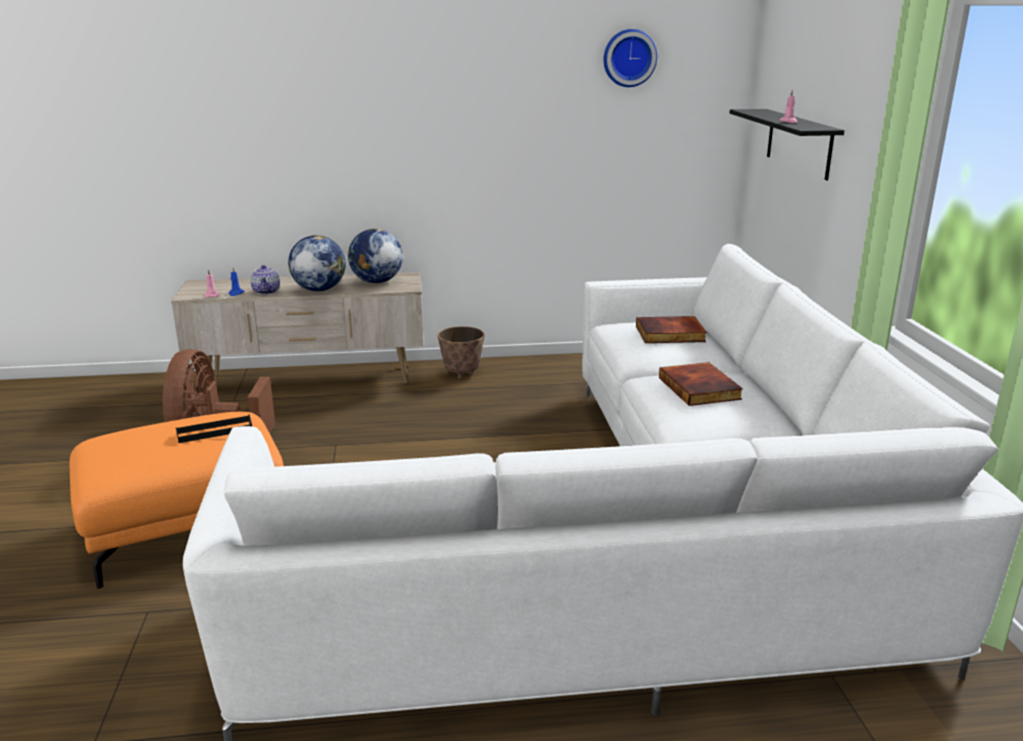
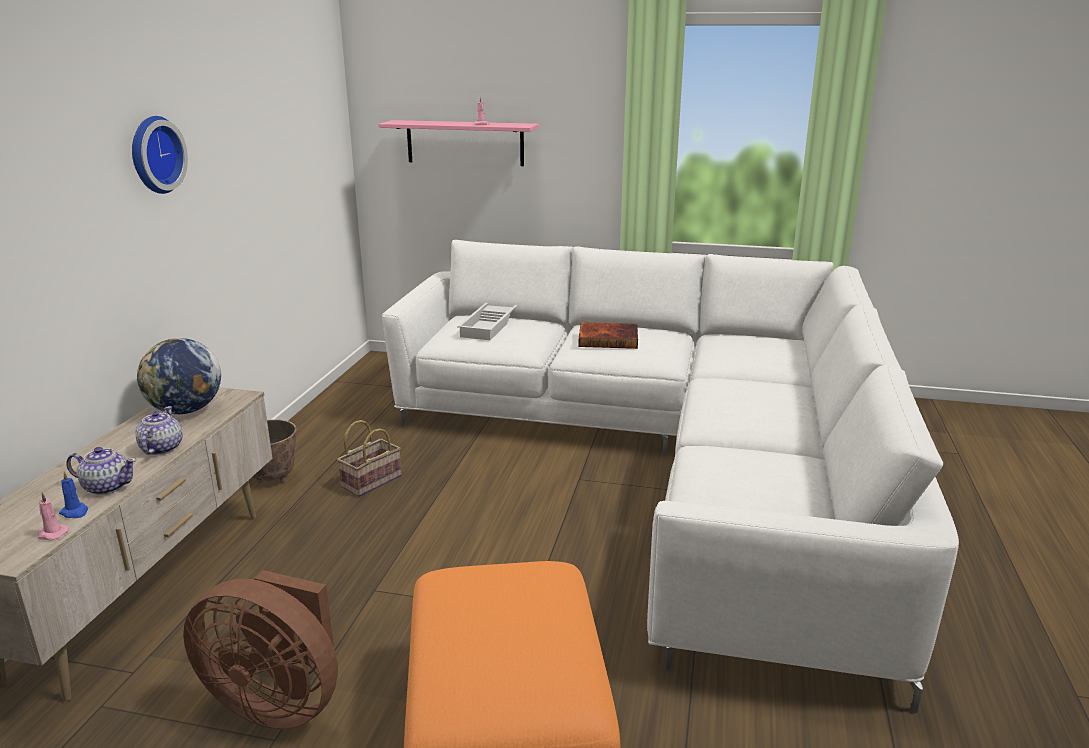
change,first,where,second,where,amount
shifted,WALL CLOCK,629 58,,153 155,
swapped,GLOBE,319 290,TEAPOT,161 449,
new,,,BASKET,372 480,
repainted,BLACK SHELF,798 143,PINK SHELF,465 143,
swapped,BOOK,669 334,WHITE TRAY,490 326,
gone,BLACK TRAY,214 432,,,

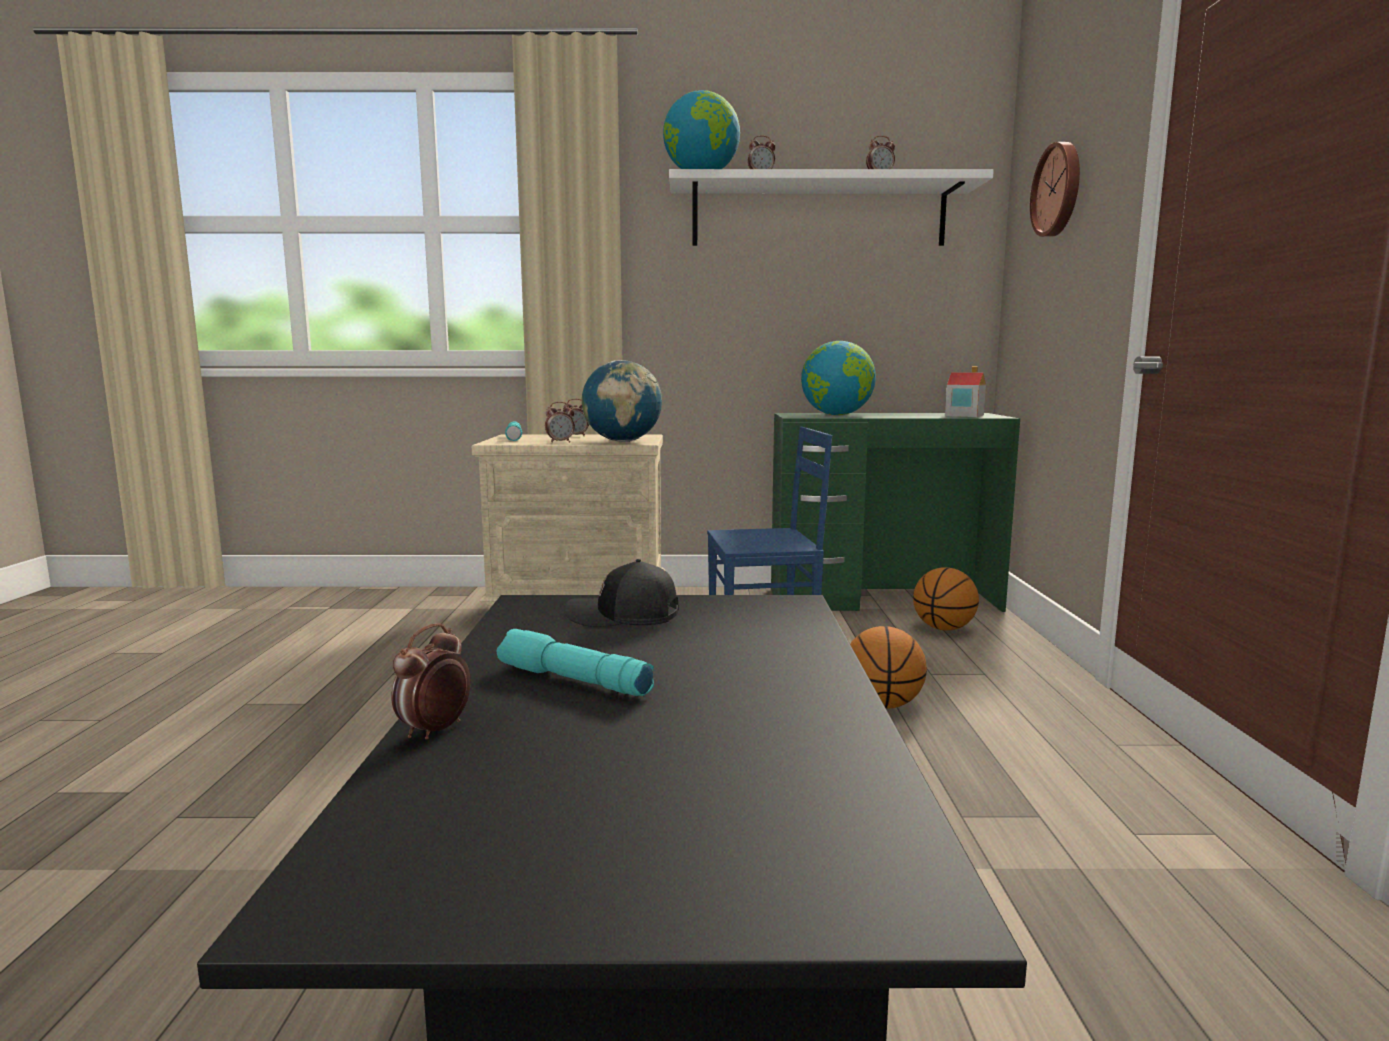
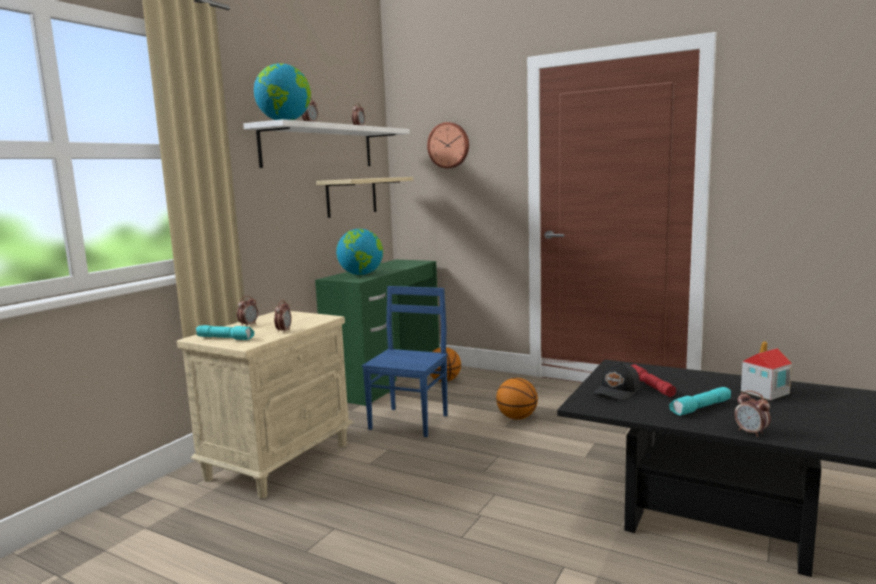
change,first,where,second,where,amount
new,,,BEIGE SHELF,351 197,
new,,,RED FLASHLIGHT,651 386,
shifted,TOY HOUSE,963 415,,764 392,
gone,GLOBE,622 441,,,

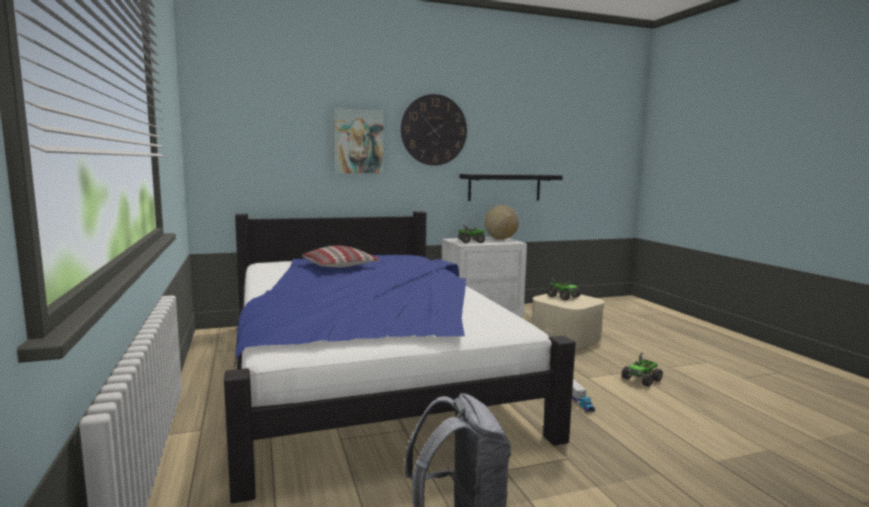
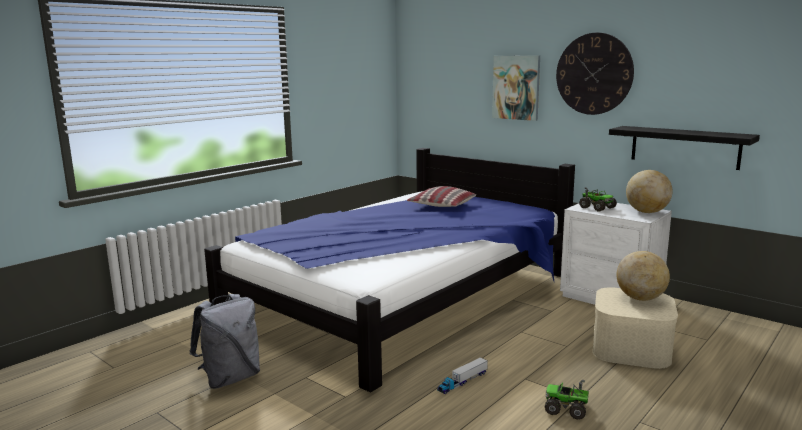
change,first,where,second,where,amount
swapped,TOY TRUCK,563 297,GLOBE,640 298,

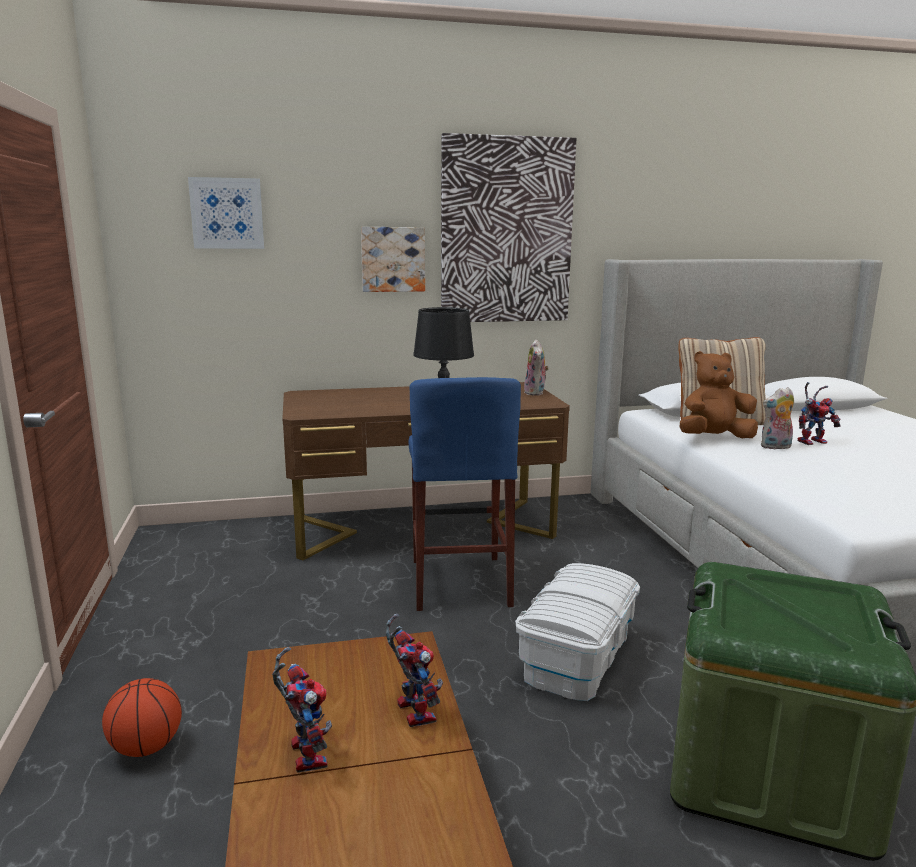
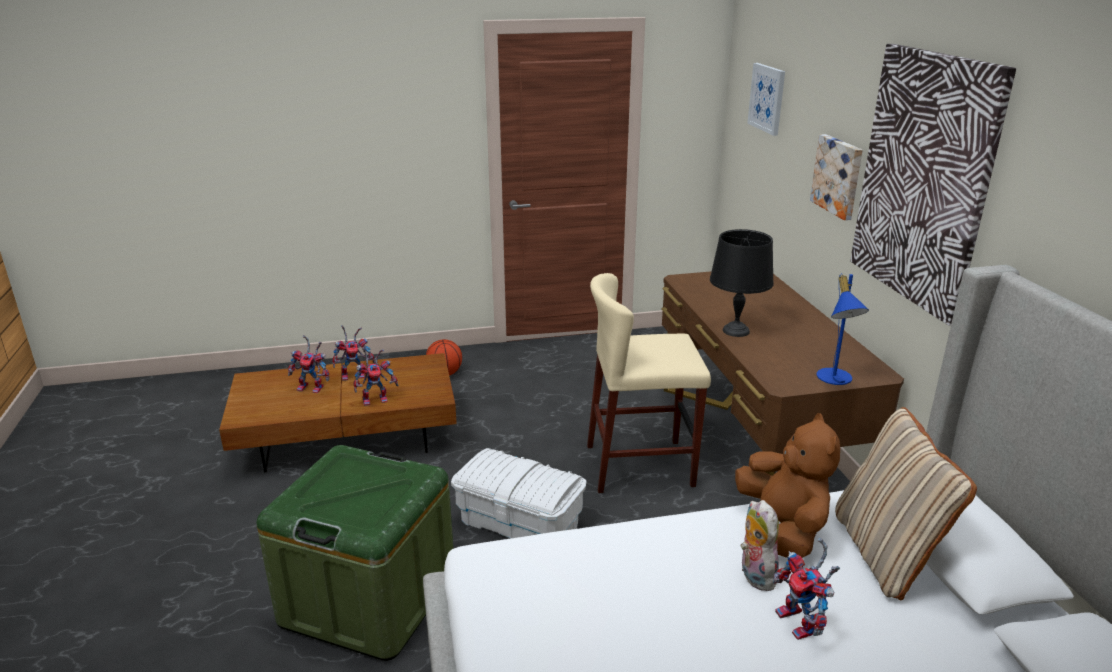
change,first,where,second,where,amount
new,,,TOY ROBOT,313 388,
repainted,BLUE STOOL,459 582,BEIGE STOOL,639 465,
swapped,PLUSH TOY,536 393,BLUE TABLE LAMP,835 380,

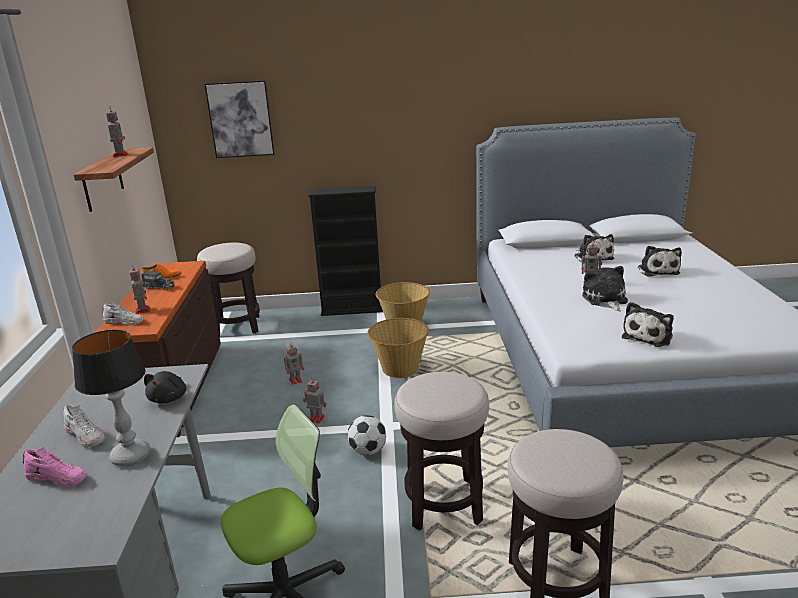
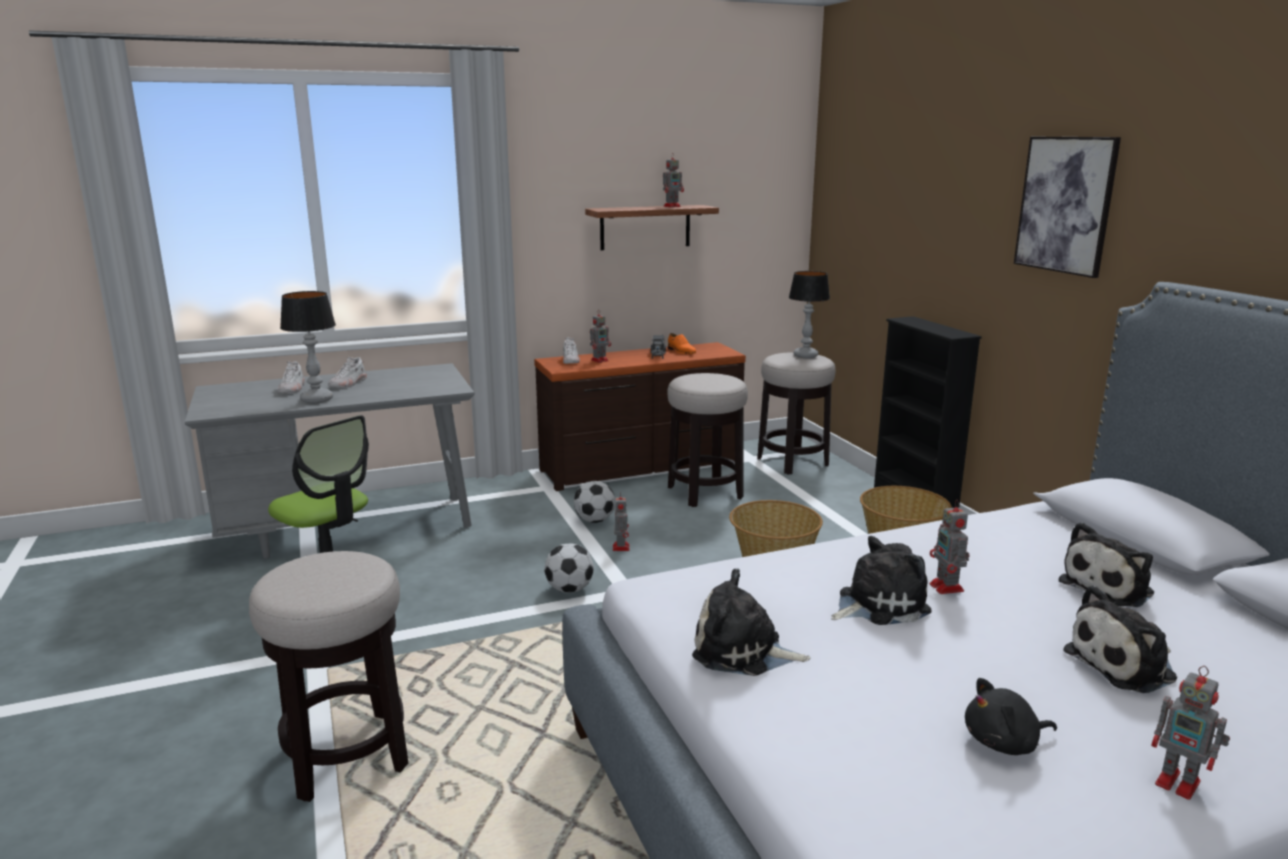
change,first,where,second,where,amount
repainted,PINK SHOE,58 478,WHITE SHOE,292 389,
new,,,FOOTBALL,594 520,
shifted,STOOL,444 504,,705 492,
new,,,TABLE LAMP,805 356,
shifted,BLACK PLUSH TOY,169 398,,1004 743,
shifted,PICTURE,240 119,,1065 205,
shifted,TOY ROBOT,296 380,,1180 784,

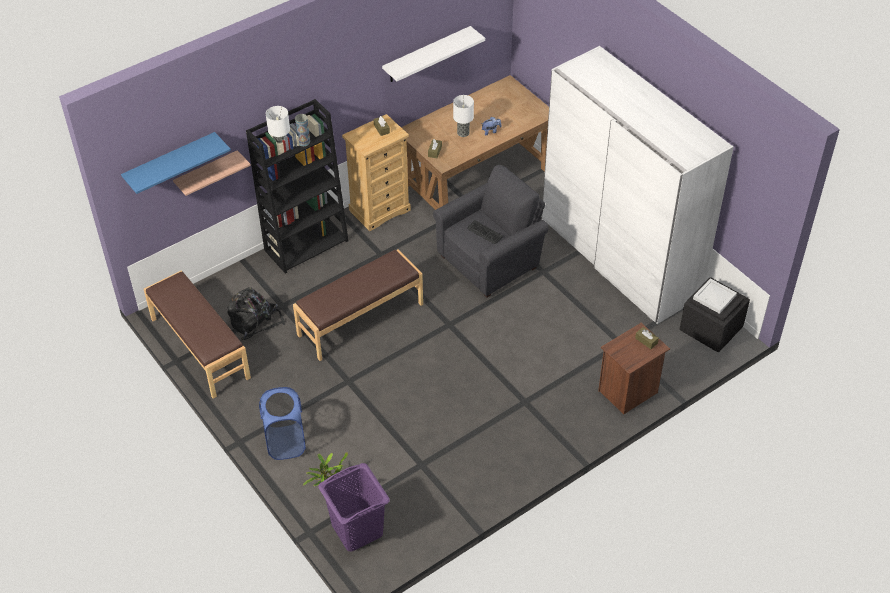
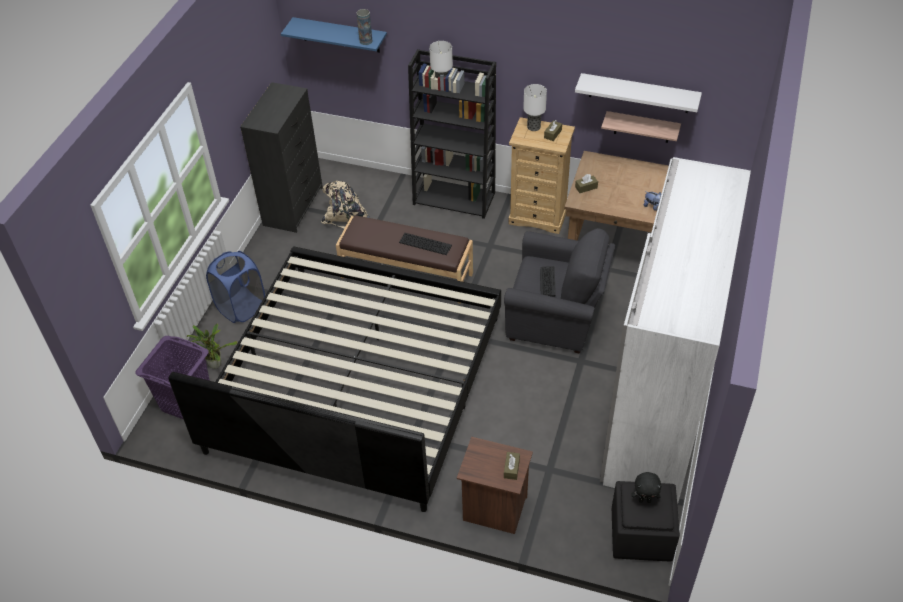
change,first,where,second,where,amount
new,,,BED,356 383,
swapped,BROWN BENCH,199 348,BLACK DRESSER,293 206,
repainted,BLACK BACKPACK,255 322,BEIGE BACKPACK,347 218,
shifted,VASE,303 142,,366 41,
new,,,KEYBOARD,425 244,
shifted,TABLE LAMP,463 133,,533 127,
shifted,SHELF,207 174,,642 127,
swapped,WHITE TRAY,714 296,BLACK PLUSH TOY,645 500,

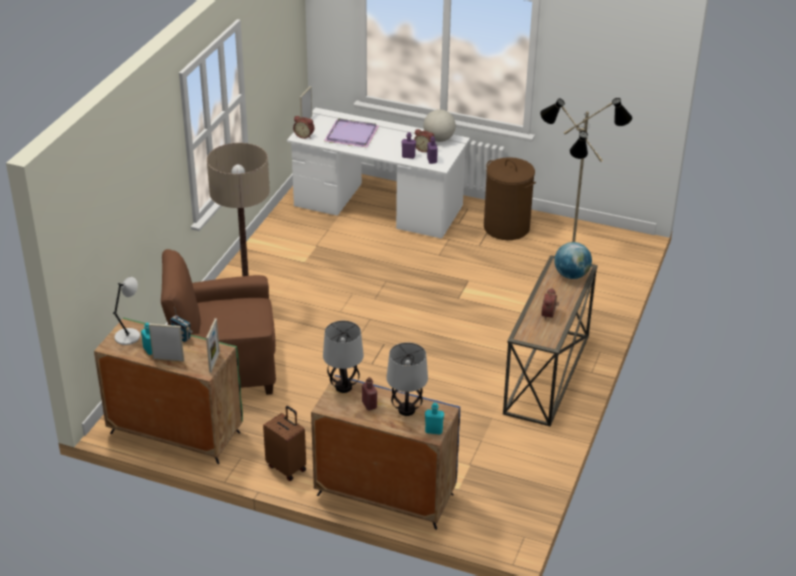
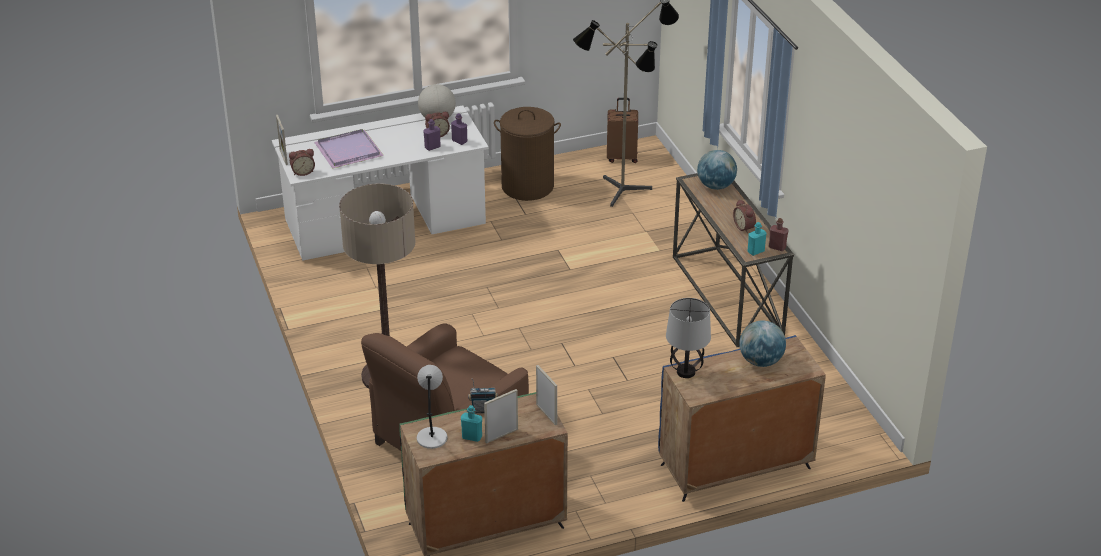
change,first,where,second,where,amount
shifted,BROWN SUITCASE,287 467,,622 157,
swapped,TABLE LAMP,406 410,GLOBE,760 361,
shifted,TURQUOISE BOTTLE,433 431,,755 251,
shifted,RED BOTTLE,369 405,,777 247,

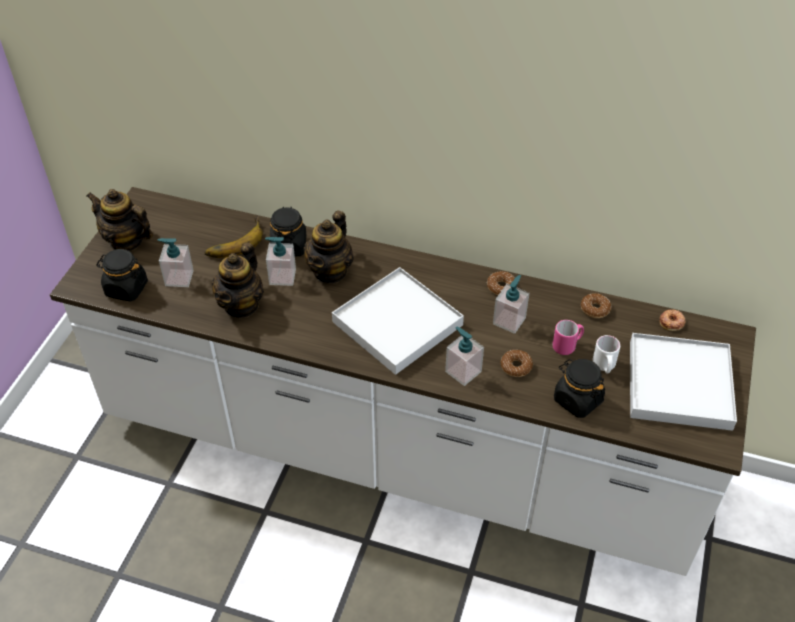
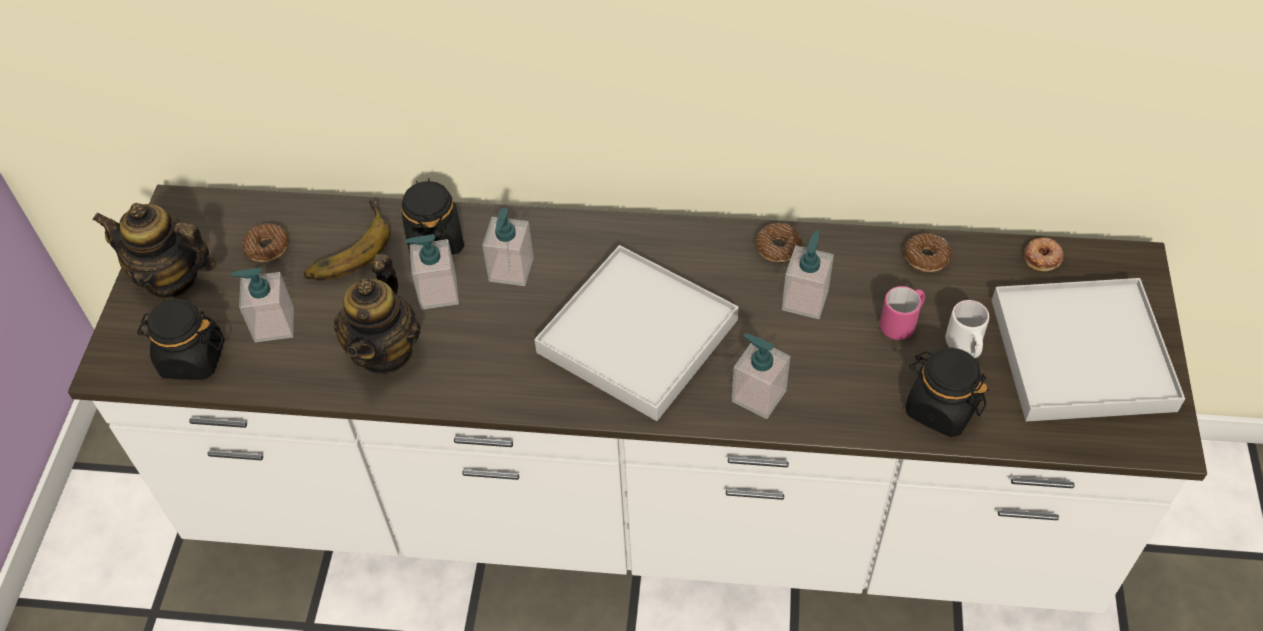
change,first,where,second,where,amount
shifted,DONUT,516 366,,267 247,
swapped,TEAPOT,330 271,SOAP DISPENSER,511 270,

